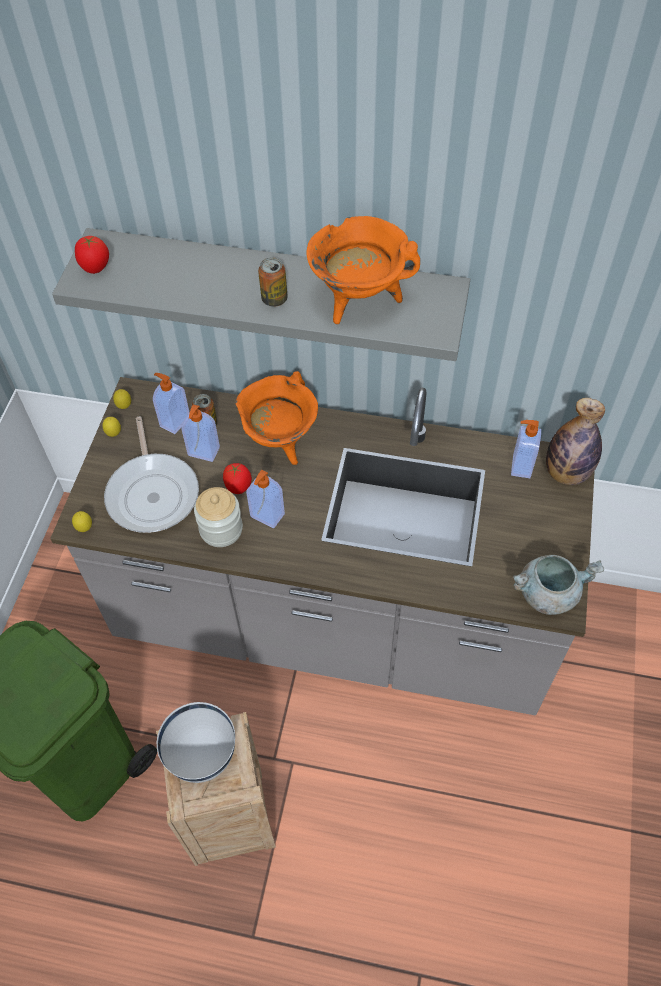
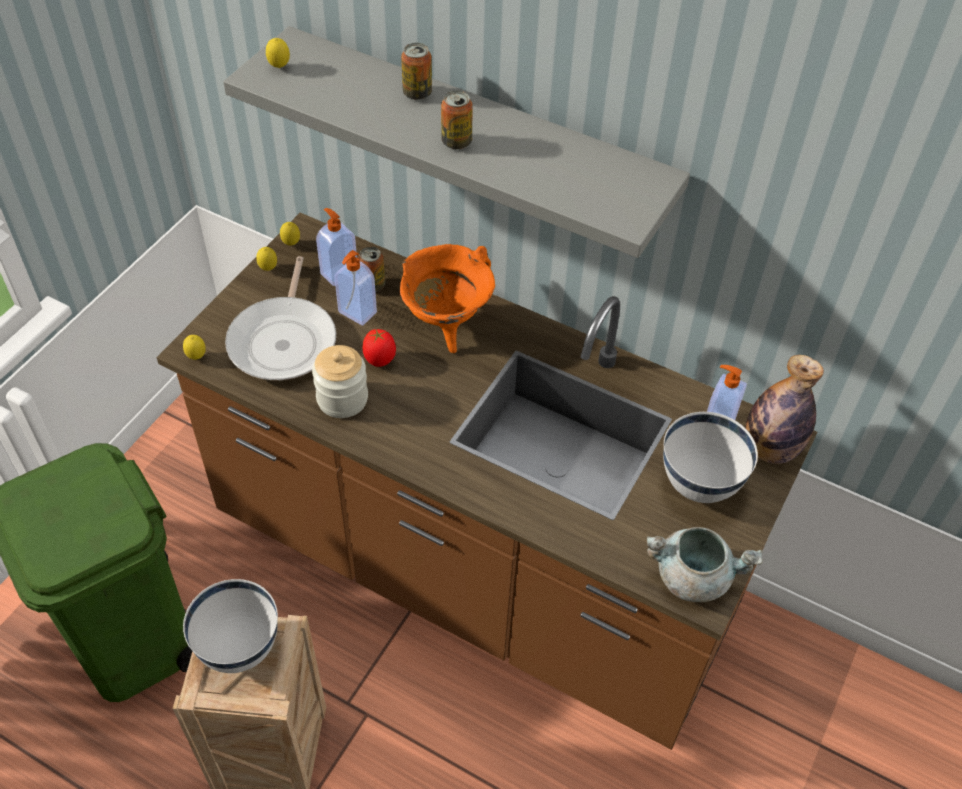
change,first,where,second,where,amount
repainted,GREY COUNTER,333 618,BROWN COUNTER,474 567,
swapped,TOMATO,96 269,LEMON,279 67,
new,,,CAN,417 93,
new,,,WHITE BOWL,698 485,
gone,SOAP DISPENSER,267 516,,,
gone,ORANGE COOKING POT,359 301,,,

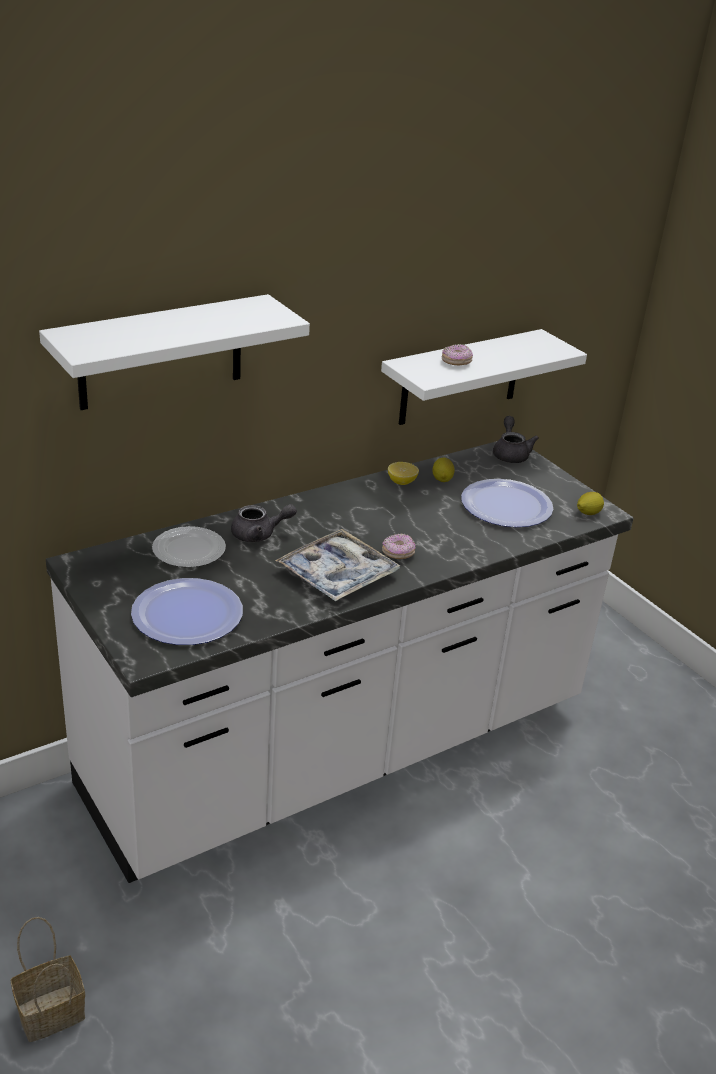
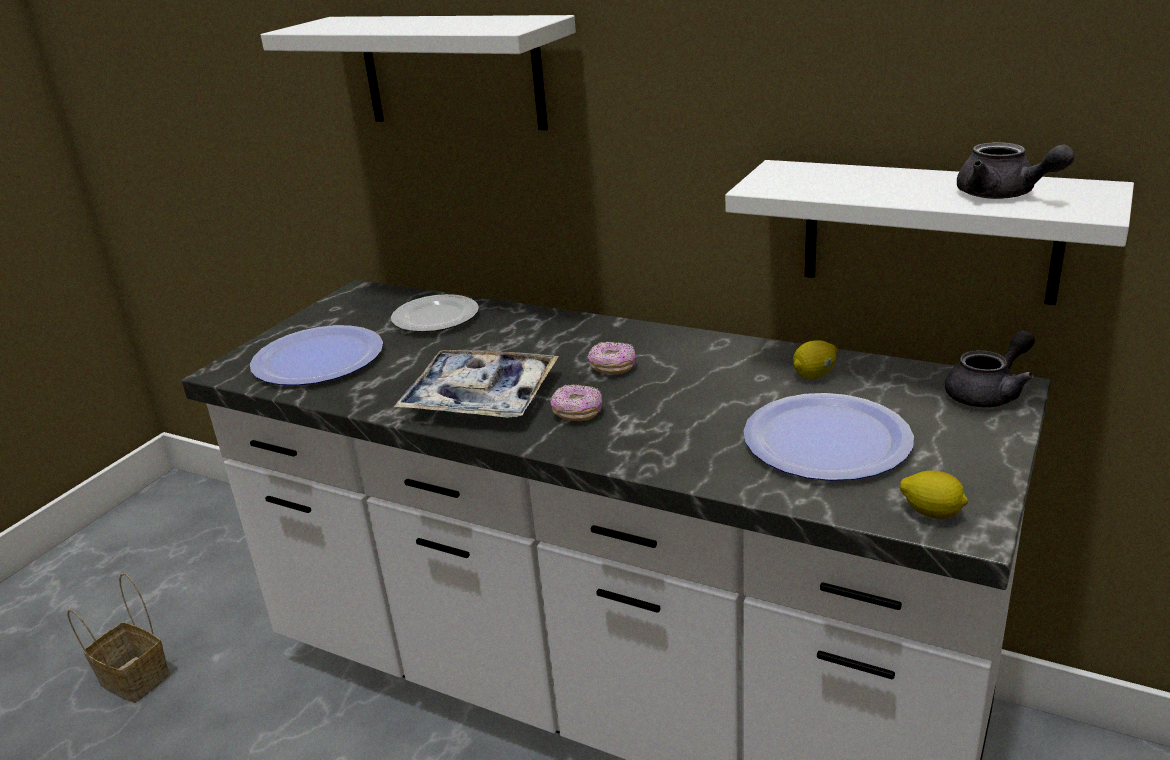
change,first,where,second,where,amount
shifted,DONUT,456 362,,612 368,
shifted,GREY TEAPOT,259 534,,1003 195,
gone,LEMON,401 482,,,

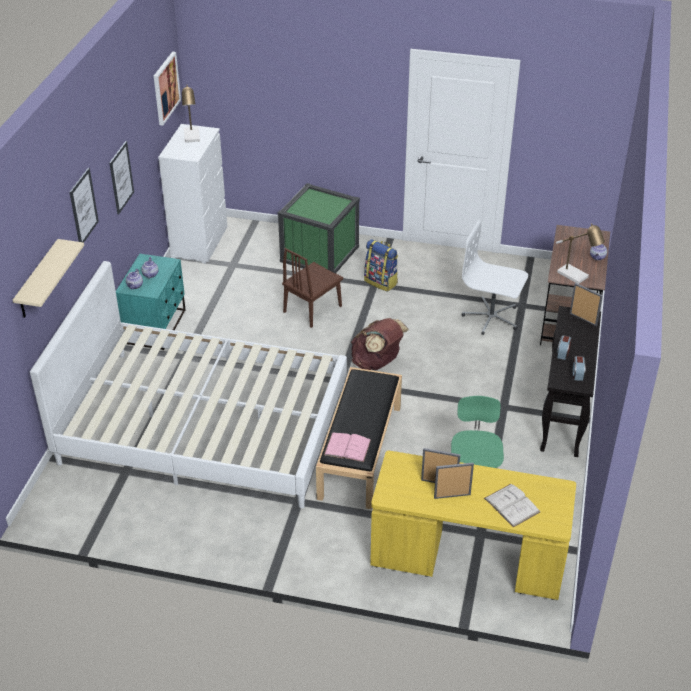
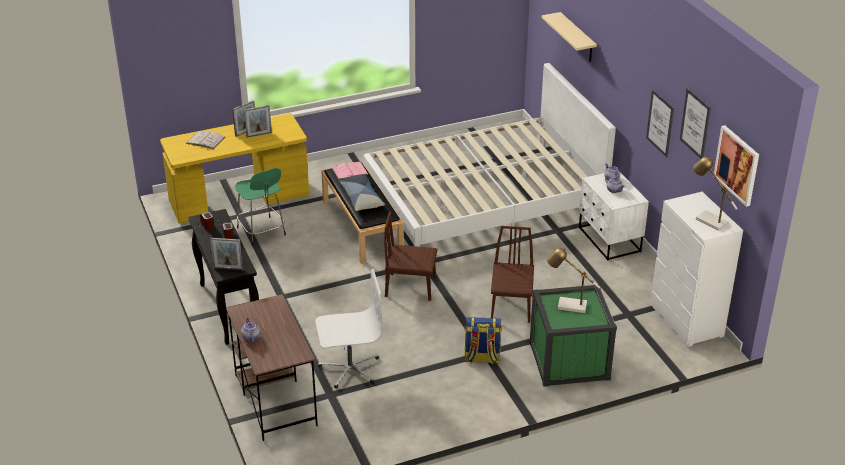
change,first,where,second,where,amount
new,,,PILLOW,361 197,
swapped,BROWN BACKPACK,377 363,BROWN CHAIR,410 287,
shifted,TABLE LAMP,576 276,,567 306,
repainted,TURQUOISE NIGHTSTAND,156 327,WHITE NIGHTSTAND,609 240,
shifted,PICTURE,83 207,,695 123,

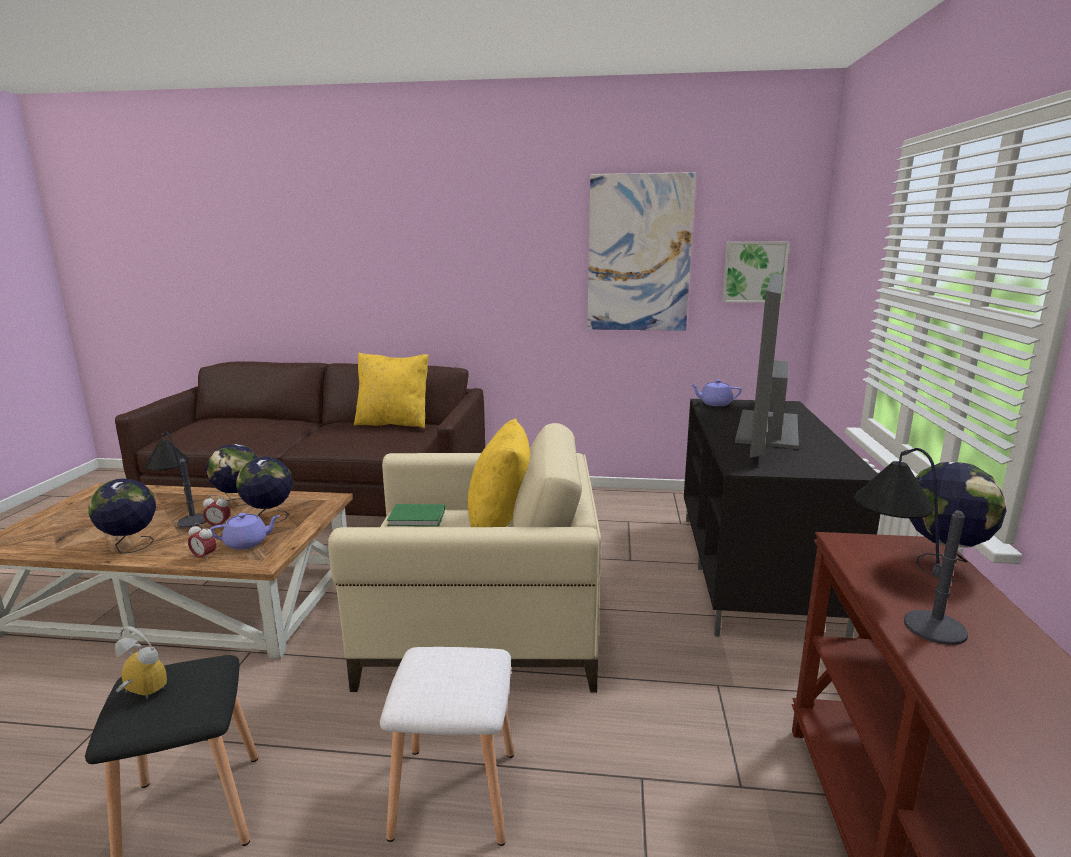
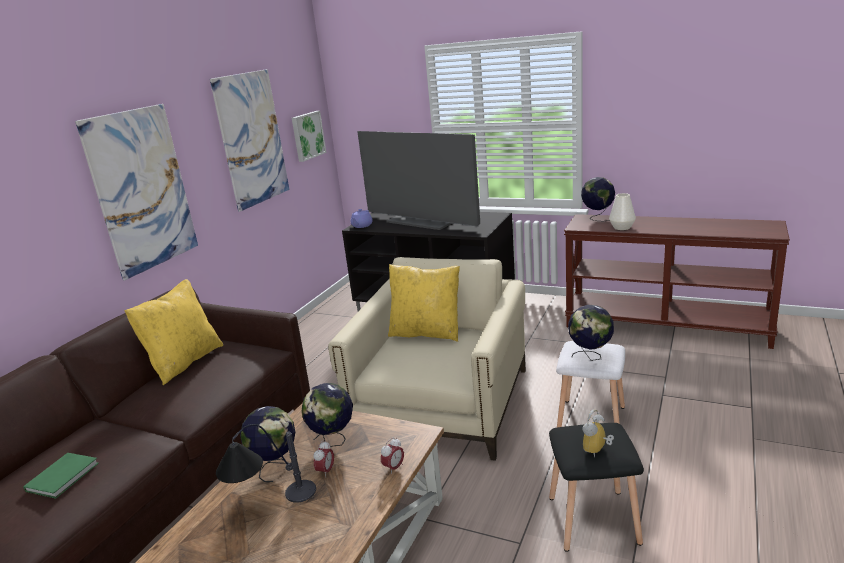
change,first,where,second,where,amount
shifted,GREEN BOOK,418 518,,65 476,
new,,,PICTURE,142 190,
shifted,GLOBE,131 547,,590 357,
swapped,TABLE LAMP,897 597,WHITE VASE,622 227,
gone,PURPLE TEAPOT,247 543,,,

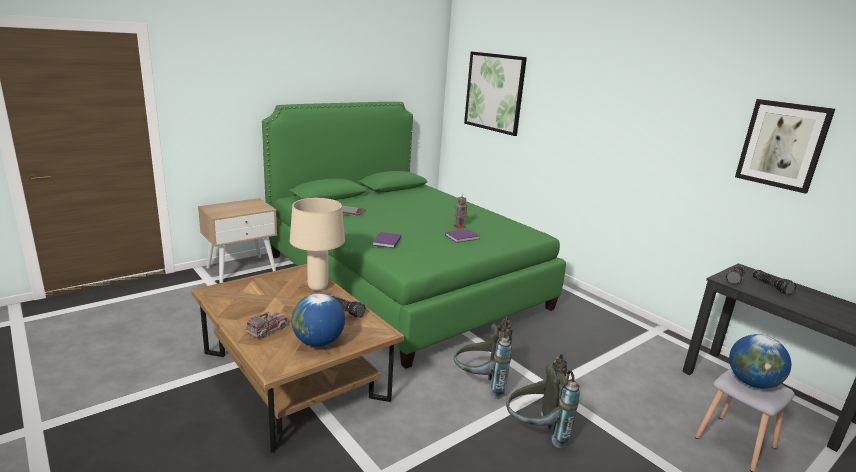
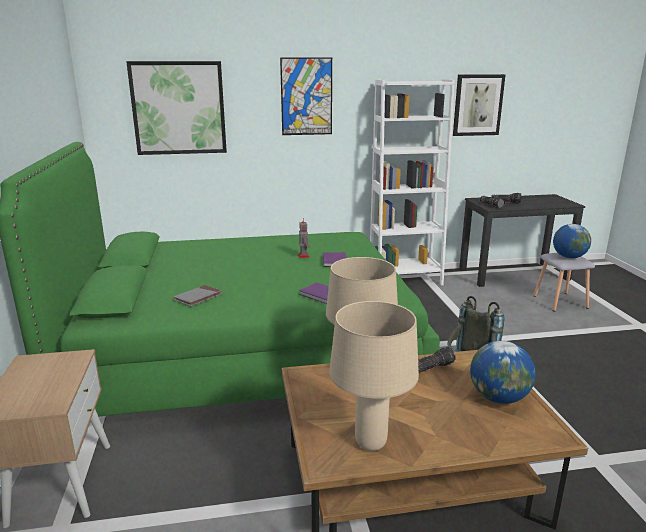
change,first,where,second,where,amount
new,,,PICTURE,306 97,
new,,,BEIGE TABLE LAMP,370 443,
new,,,WHITE BOOKCASE,405 280,
gone,TOY TRUCK,267 330,,,
gone,GREY BACKPACK,535 433,,,

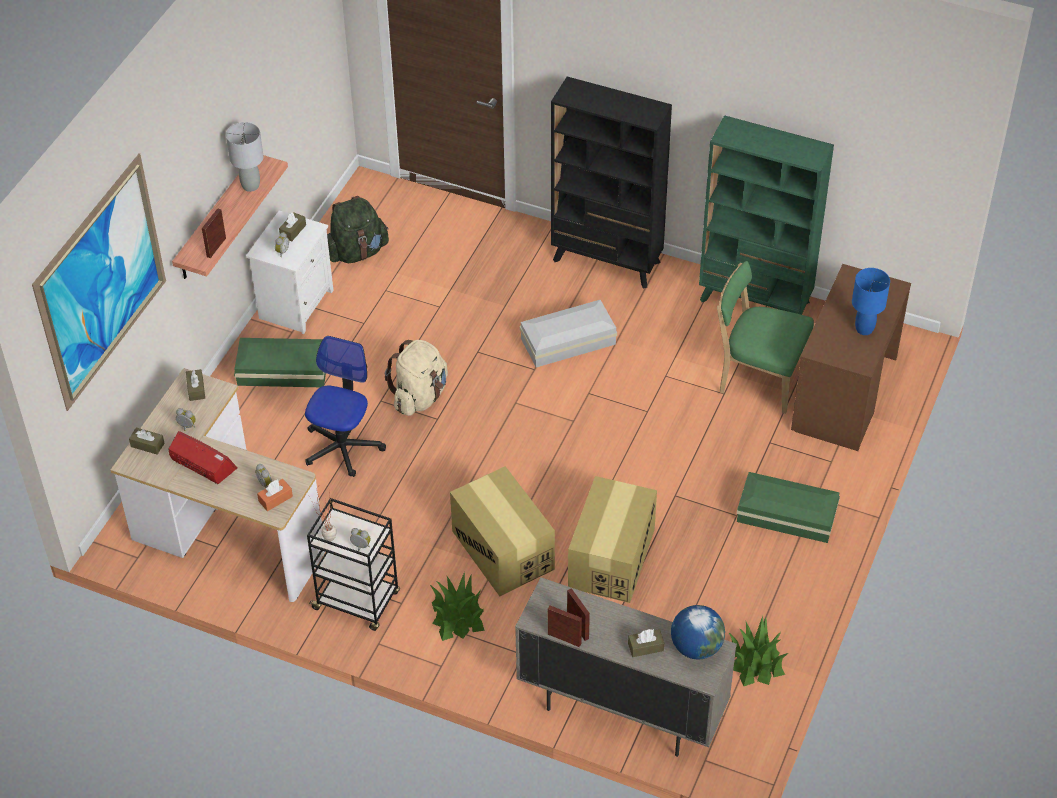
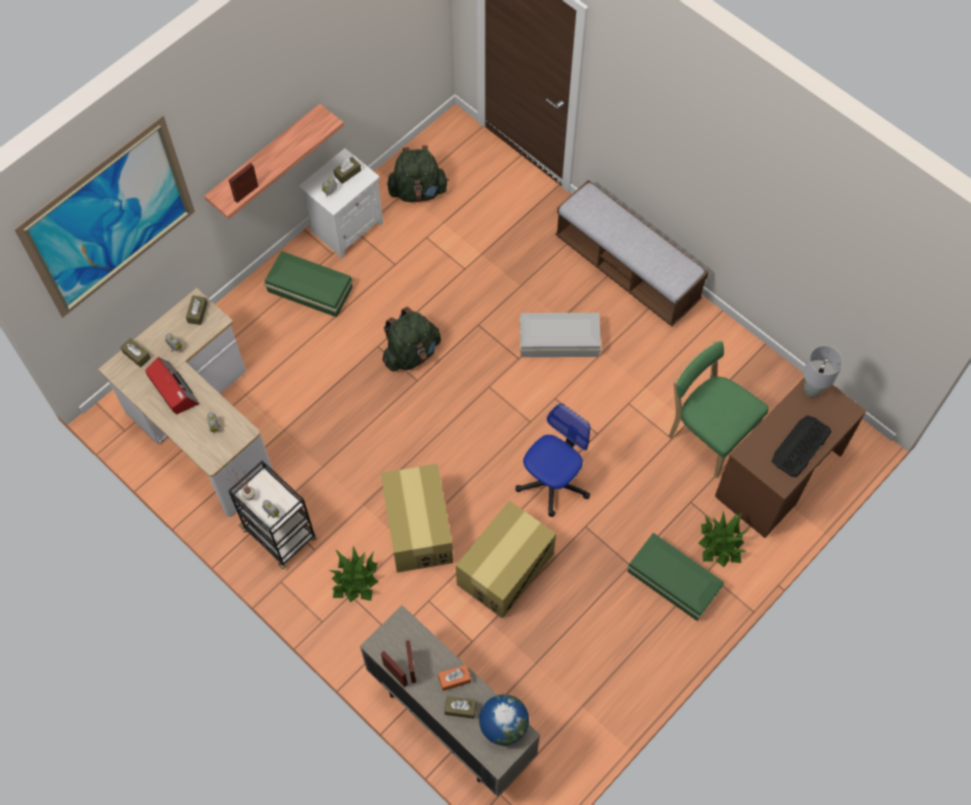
change,first,where,second,where,amount
repainted,BEIGE BACKPACK,420 397,GREEN BACKPACK,411 353,
shifted,ORANGE TISSUE BOX,275 499,,454 679,
shifted,OFFICE CHAIR,343 447,,552 482,
swapped,BLACK BOOKCASE,607 261,BENCH,627 269,
shifted,POTTED PLANT,755 661,,721 543,
swapped,BLUE TABLE LAMP,864 329,KEYBOARD,800 446,
shifted,GREY TABLE LAMP,250 186,,811 390,
gone,GREEN BOOKCASE,755 301,,,

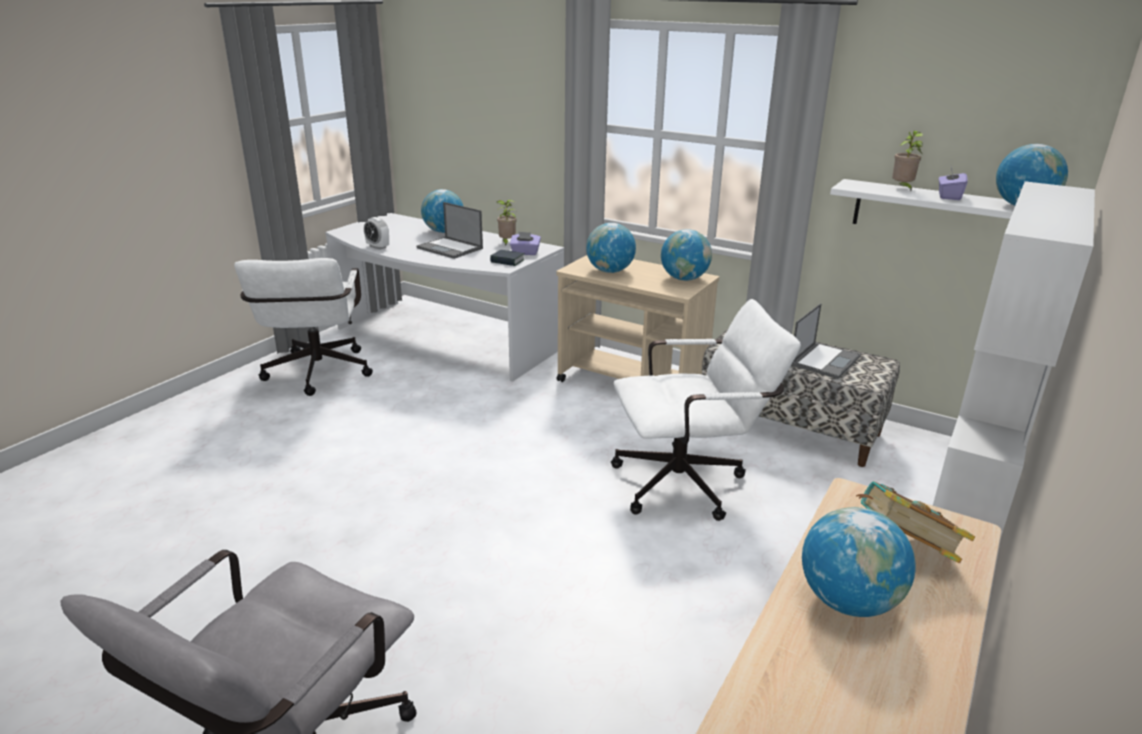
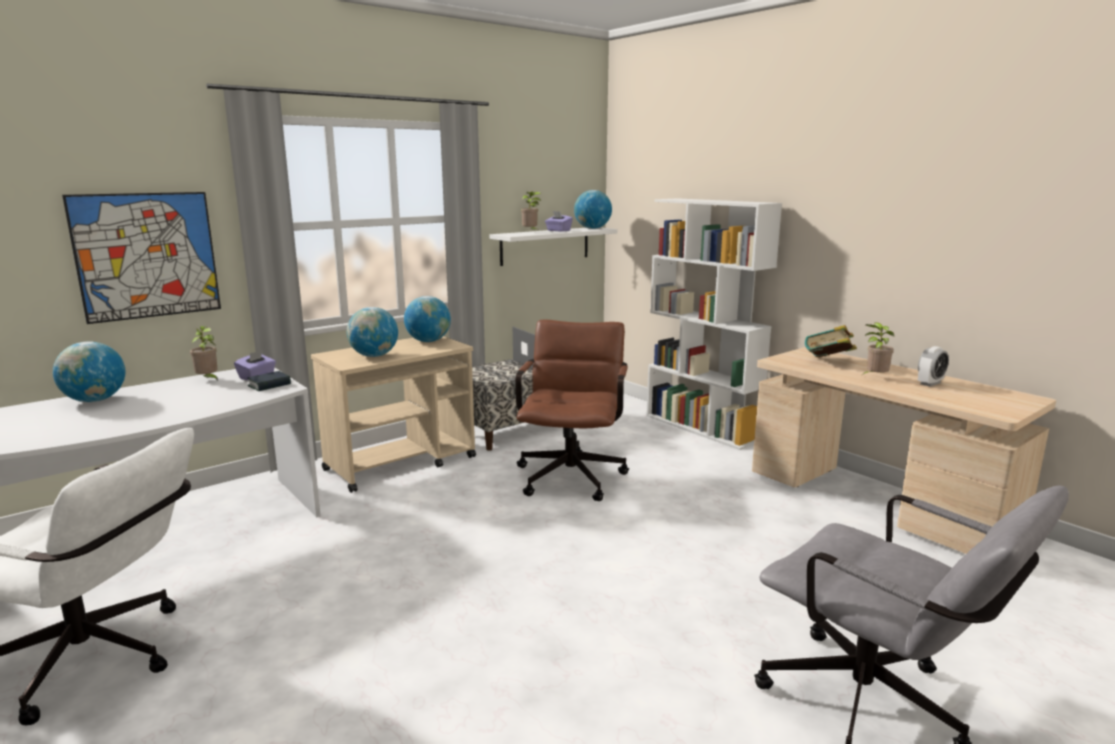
change,first,where,second,where,amount
new,,,PICTURE,147 256,
repainted,WHITE OFFICE CHAIR,690 483,BROWN OFFICE CHAIR,572 473,
swapped,GLOBE,848 601,POTTED PLANT,874 377,
shifted,ALARM CLOCK,378 247,,930 383,
gone,LAPTOP,450 248,,,

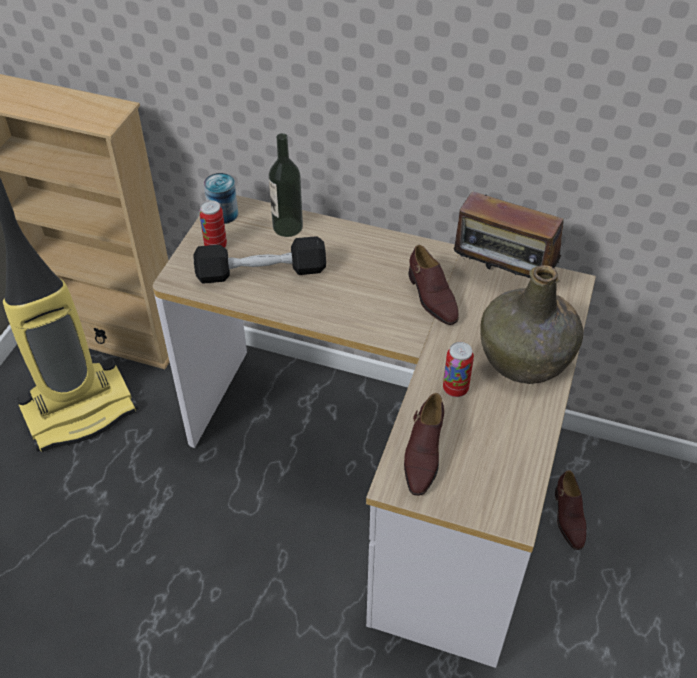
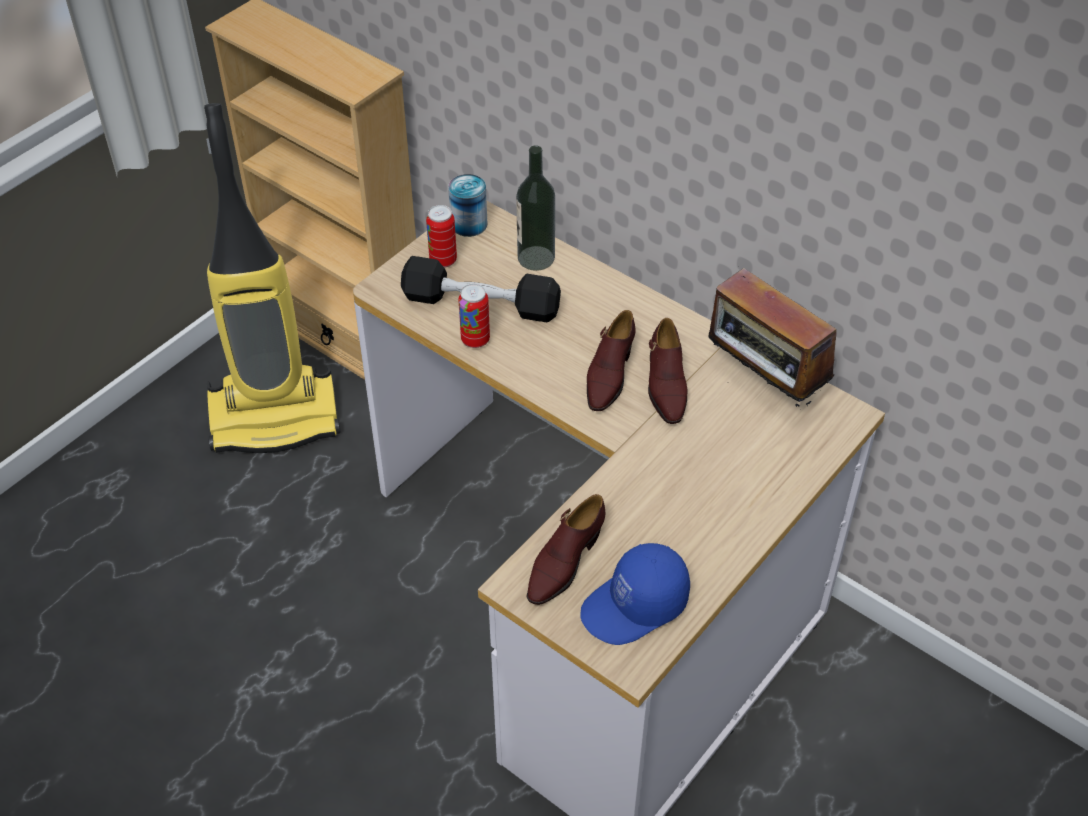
change,first,where,second,where,amount
shifted,CAN,455 389,,475 340,
new,,,BLUE CAP,635 606,
shifted,BROWN SHOE,568 517,,608 374,
gone,GREEN BOTTLE,526 356,,,

